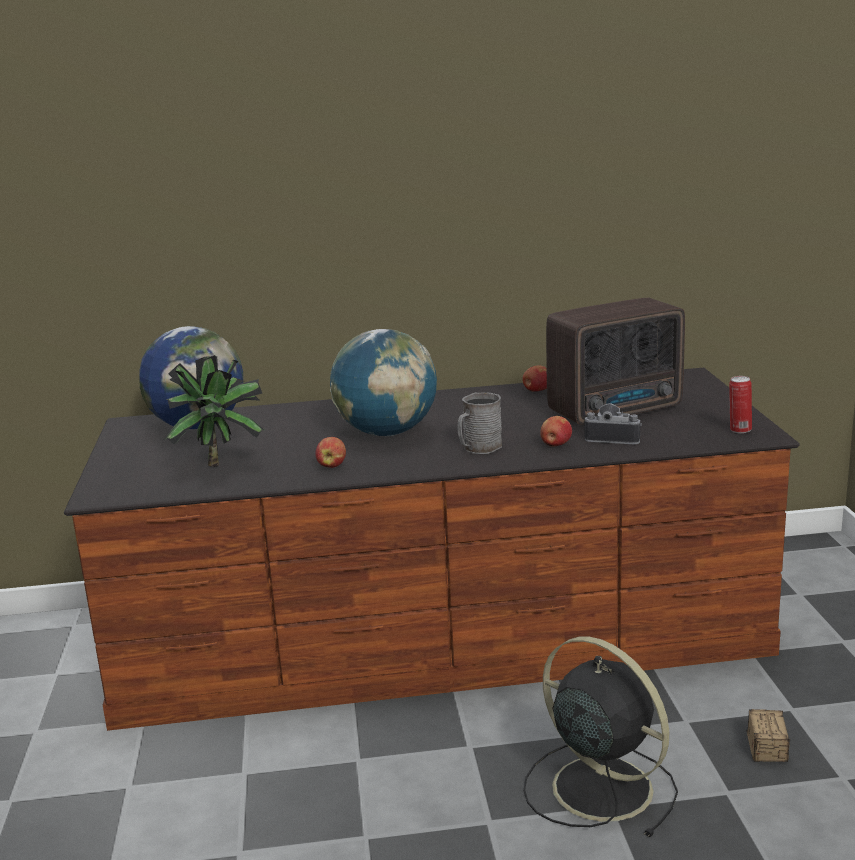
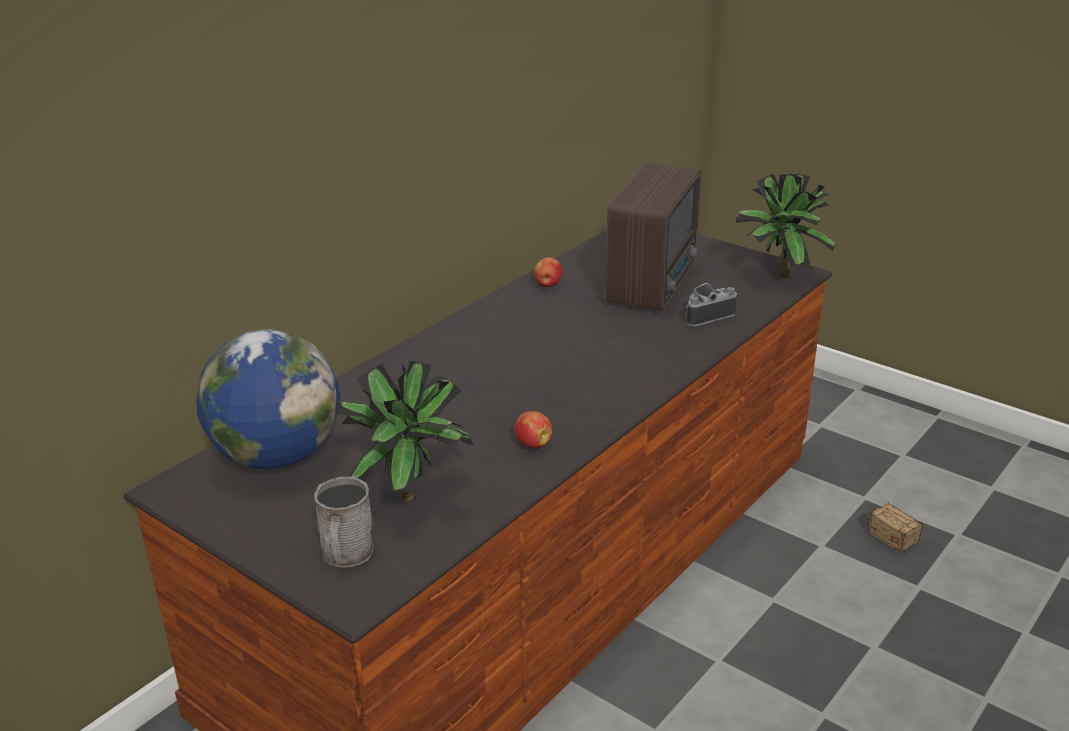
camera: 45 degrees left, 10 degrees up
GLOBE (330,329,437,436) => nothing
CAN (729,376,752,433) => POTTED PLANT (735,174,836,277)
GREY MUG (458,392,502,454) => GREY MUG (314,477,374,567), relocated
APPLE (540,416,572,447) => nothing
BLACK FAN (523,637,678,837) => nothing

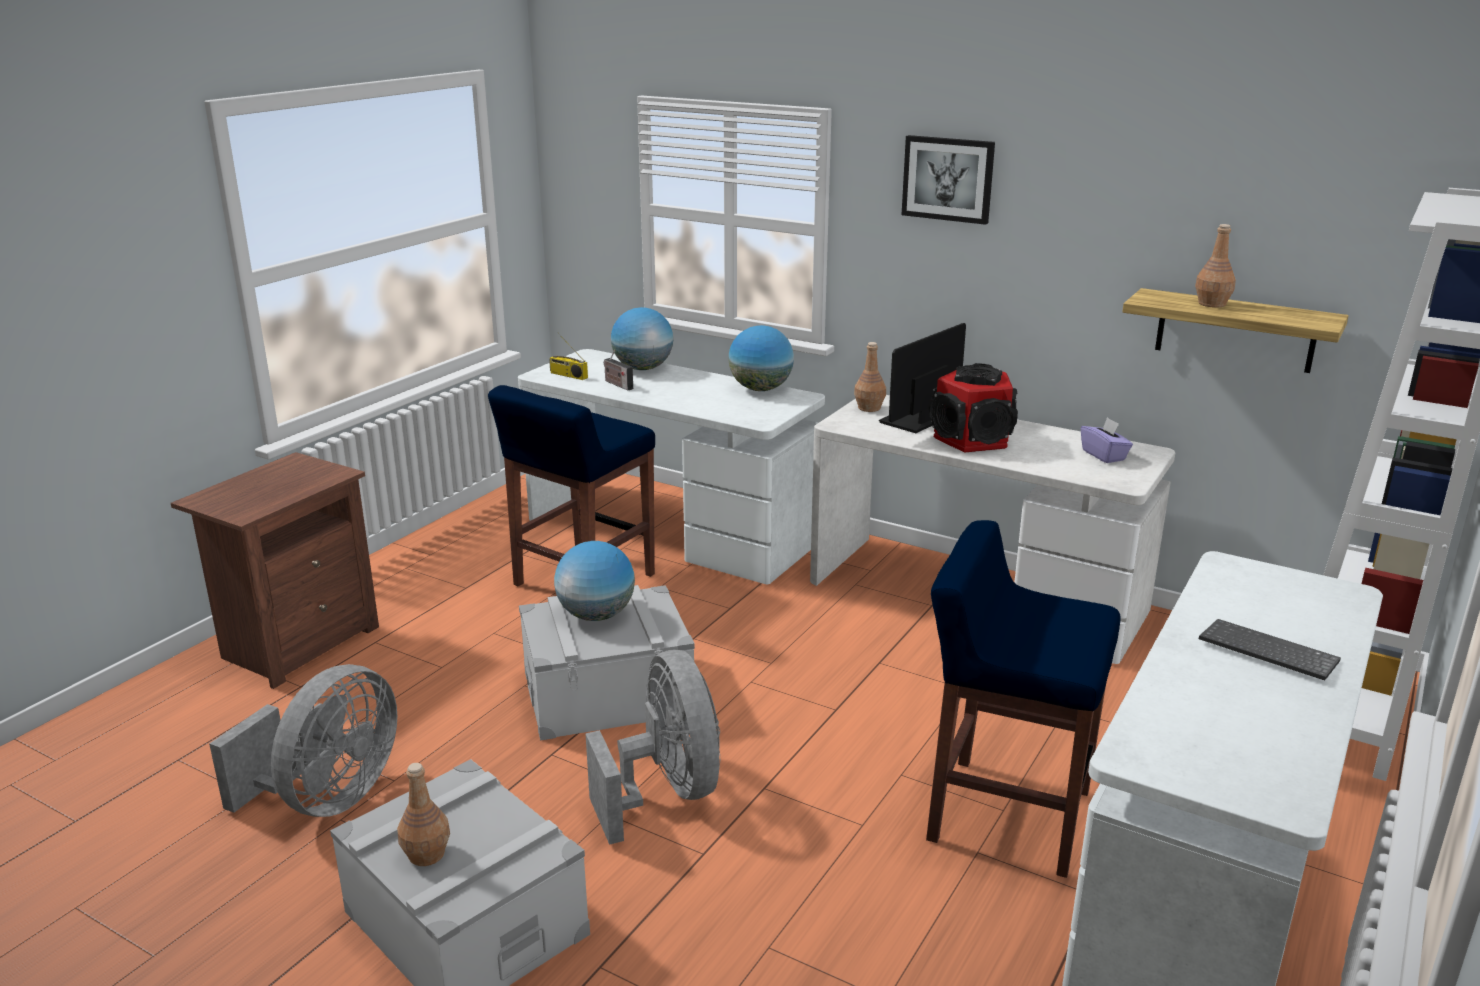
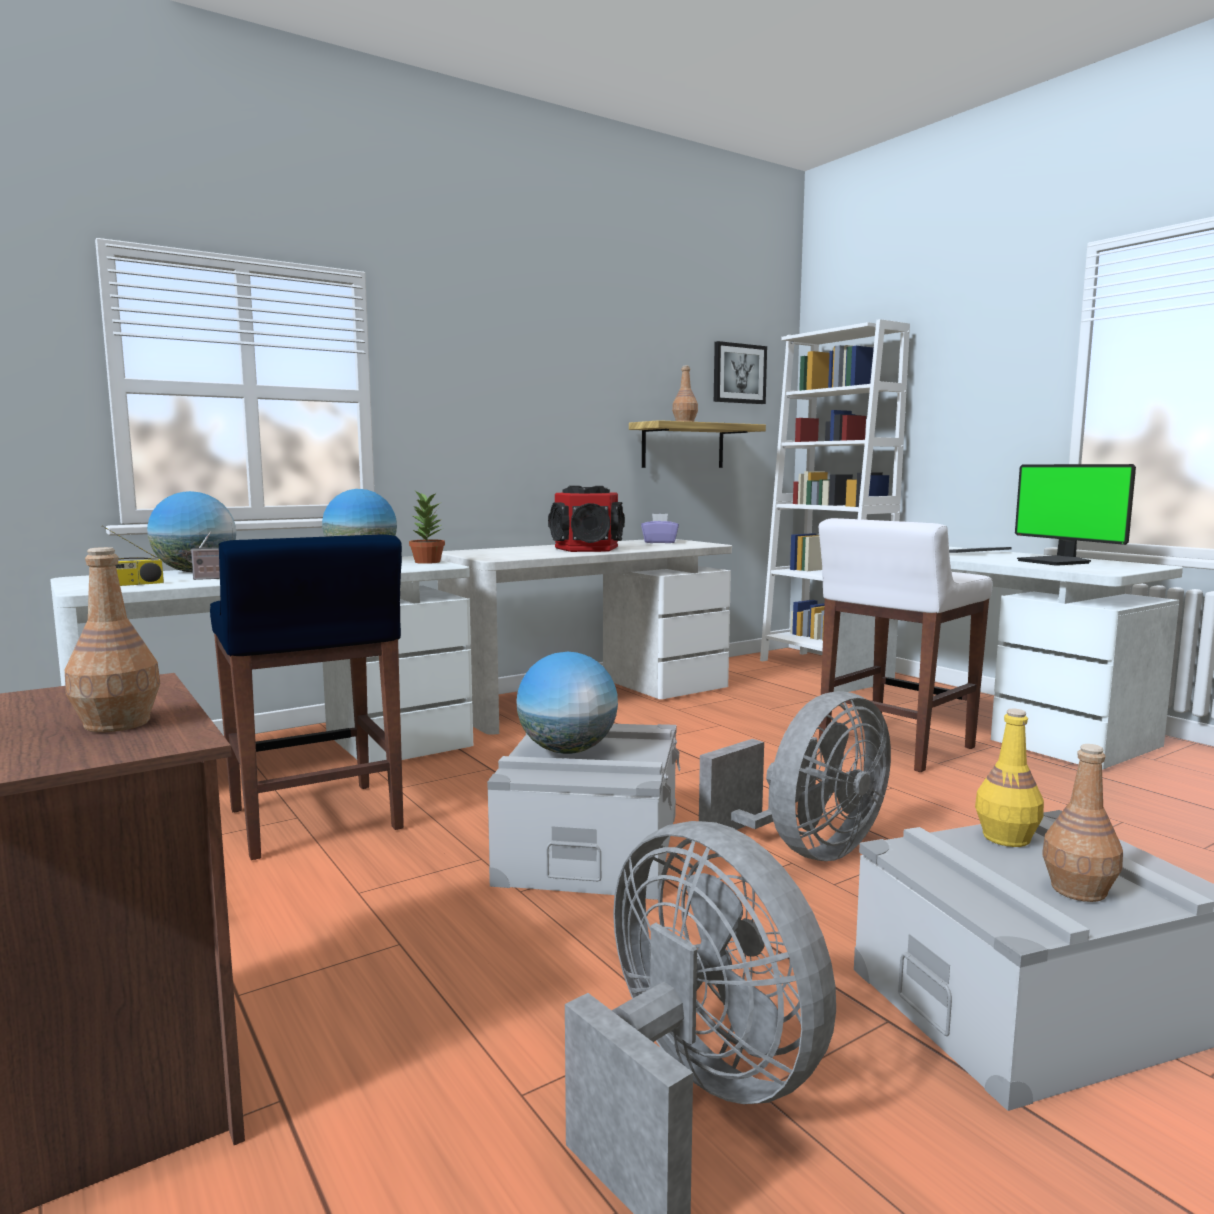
camera: 65 degrees left, 15 degrees down
PICTURE (902,135,995,225) => PICTURE (714,341,767,404), relocated
MONITOR (879,323,966,433) => MONITOR (1015,464,1136,566), relocated
BROWN BOTTLE (854,342,886,412) => BROWN BOTTLE (65,547,160,732), relocated
BLUE STOOL (926,520,1121,878) => WHITE STOOL (819,518,992,772)
GREY FAN (585,650,720,845) => GREY FAN (699,691,891,861), 135 degrees clockwise
nothing => POTTED PLANT (409,491,445,564)
nothing => YELLOW BOTTLE (975,709,1044,847)

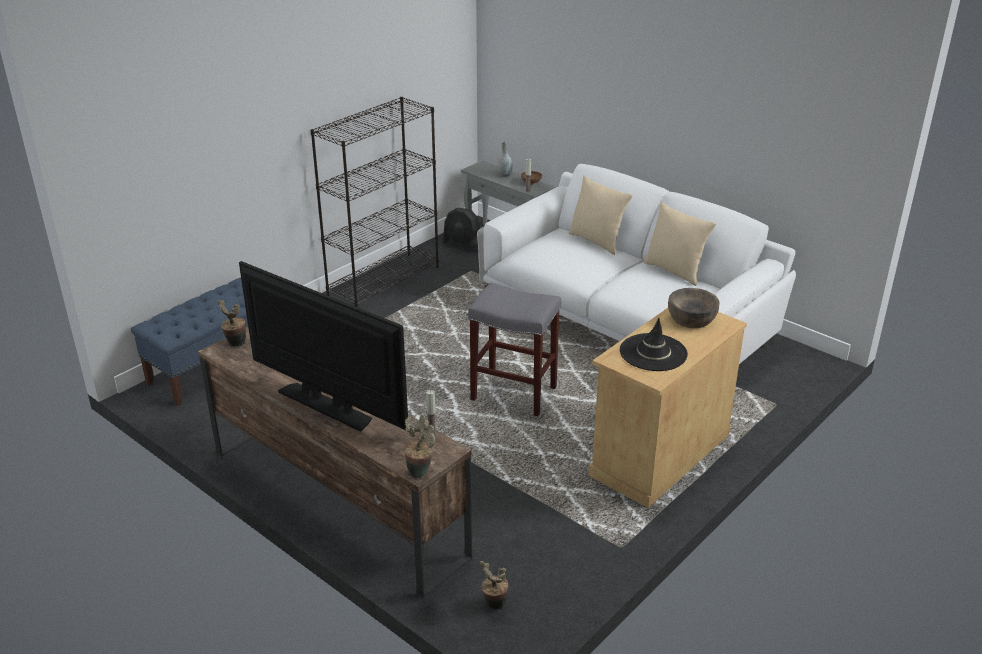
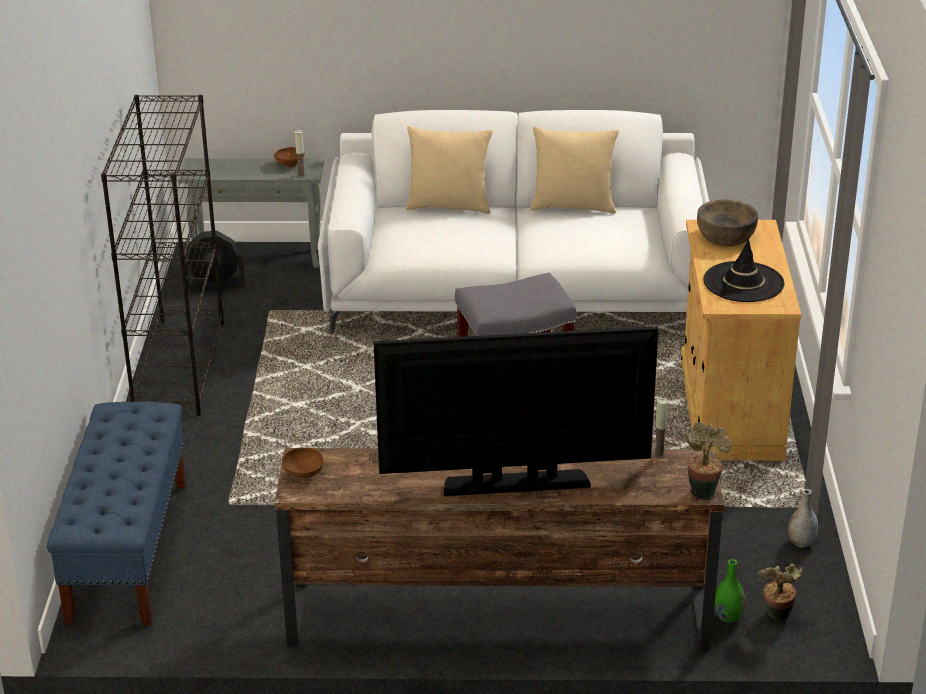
camera: 40 degrees left, 0 degrees up
GREY VASE (497,141,513,177) => GREY VASE (788,489,818,548), relocated
POTTED PLANT (217,300,246,346) => BROWN BOWL (282,447,324,478)
nothing => GREEN VASE (714,559,745,623)

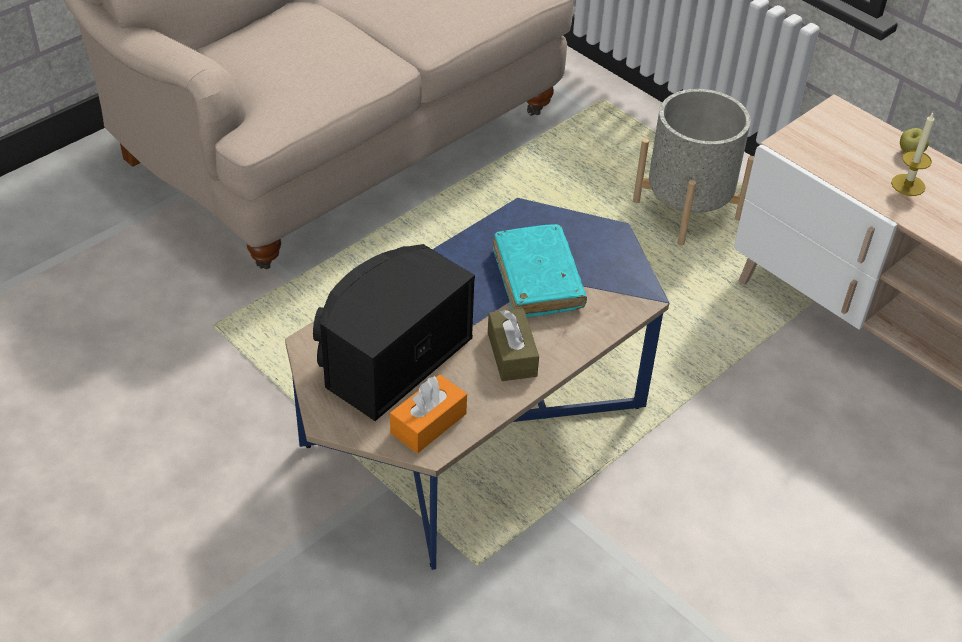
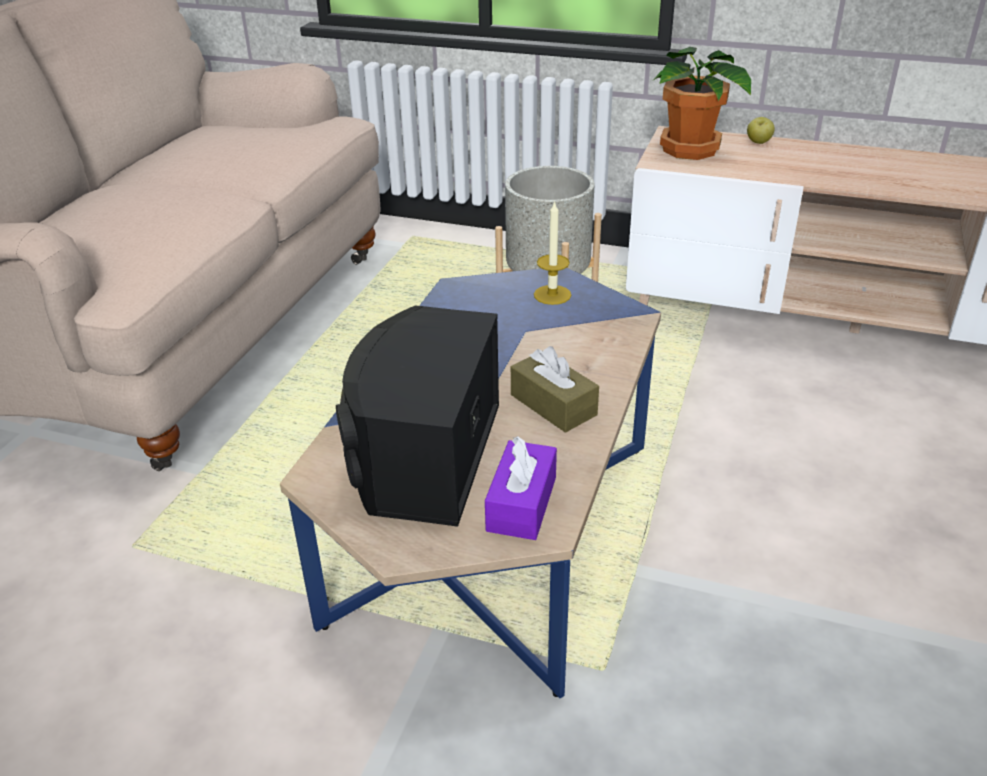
camera: 25 degrees left, 10 degrees down
CANDLE (891,113,934,196) => CANDLE (534,200,571,305), relocated
TURQUOISE BOOK (493,224,587,317) => nothing
ORANGE TISSUE BOX (390,374,467,453) => PURPLE TISSUE BOX (485,436,557,540)
nothing => POTTED PLANT (653,47,751,160)

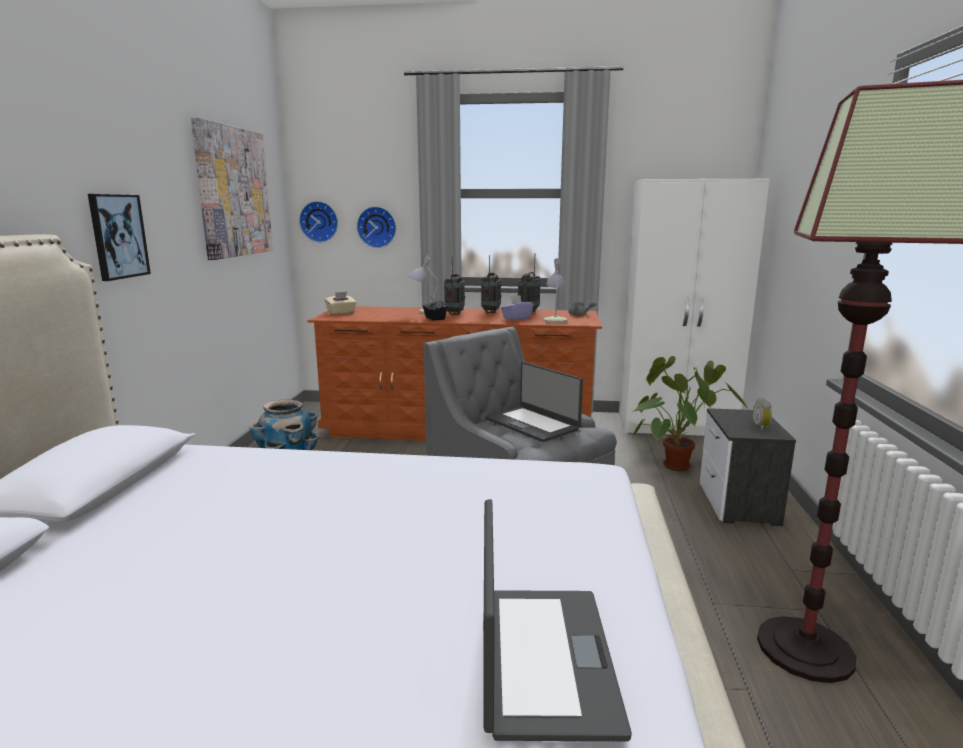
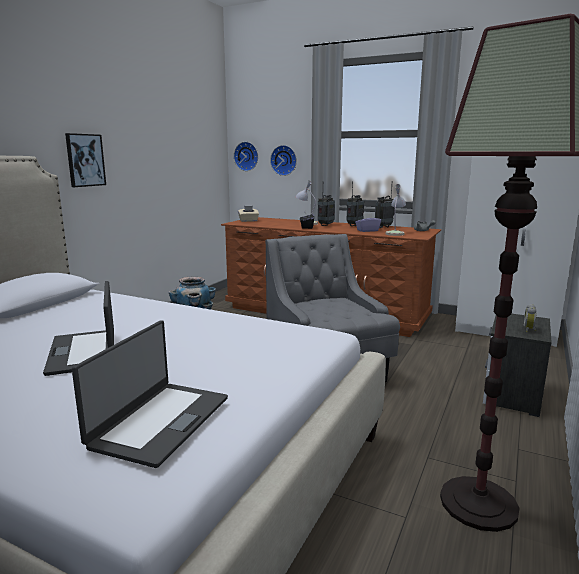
camera: 20 degrees right, 0 degrees up
PICTURE (191,117,273,260) => nothing
POTTED PLANT (631,356,749,471) => nothing
LAPTOP (485,362,583,442) => LAPTOP (43,281,114,376), relocated

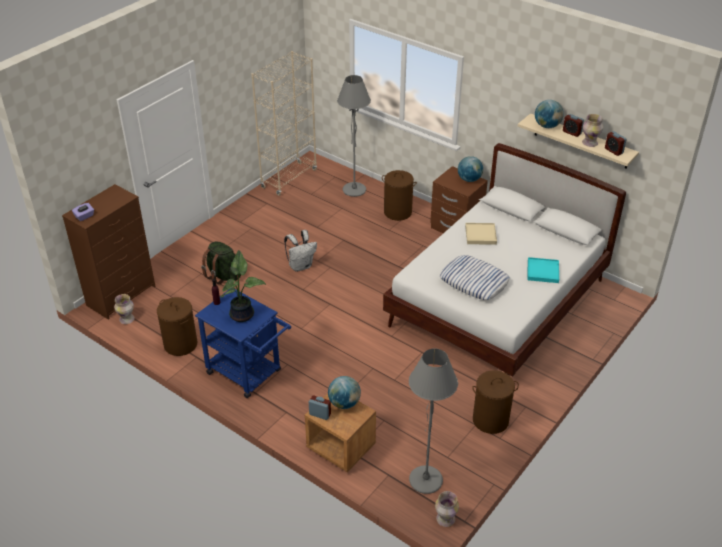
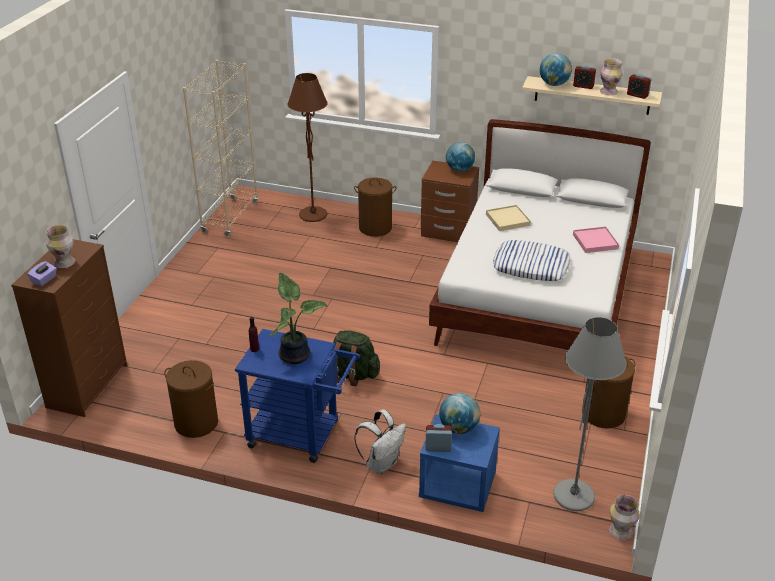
camera: 20 degrees left, 5 degrees down
GREY FLOOR LAMP (337,75,371,197) => BROWN FLOOR LAMP (287,73,328,222)
WHITE BACKPACK (284,230,317,272) => WHITE BACKPACK (354,409,406,474), relocated
GREEN BACKPACK (201,241,241,284) => GREEN BACKPACK (333,330,380,386), relocated
TURQUOISE TRAY (527,257,559,283) => PINK TRAY (573,226,619,253)
VASE (114,294,135,324) => VASE (46,225,75,268), relocated
BROWN NIGHTSTAND (305,393,376,472) => BLUE NIGHTSTAND (419,414,500,512)

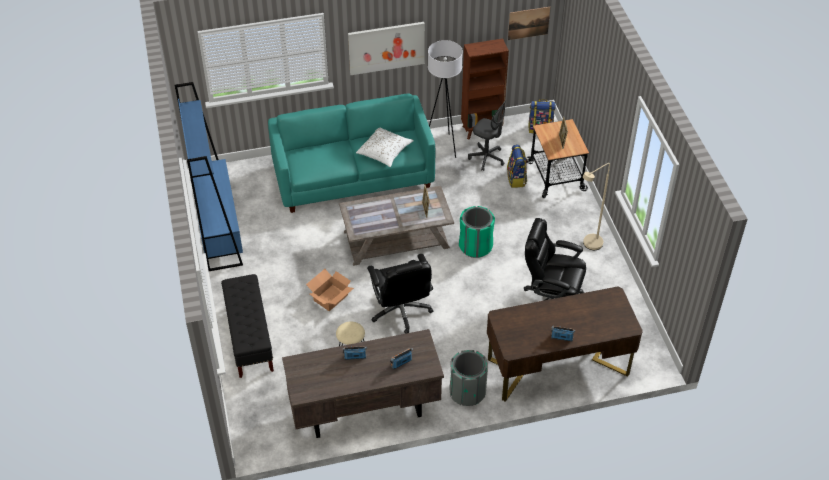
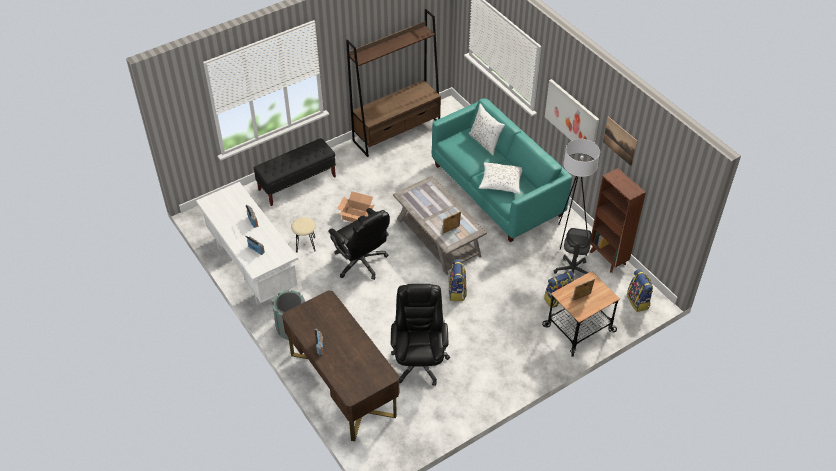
camera: 70 degrees right, 0 degrees up
PICTURE (508,7,550,40) => PICTURE (603,117,637,166), relocated
BLUE BOOKCASE (175,82,243,271) => BROWN BOOKCASE (346,9,441,157)
BEIGE FLOOR LAMP (583,163,610,250) => nothing
GREEN TRASH CAN (459,206,495,258) => BACKPACK (448,259,467,301)
BLACK OFFICE CHAIR (367,254,433,333) => BLACK OFFICE CHAIR (328,208,390,280), 90 degrees counterclockwise
BROWN DESK (282,329,444,438) => WHITE DESK (196,182,298,305)
nothing => WHITE PILLOW (469,104,505,155)

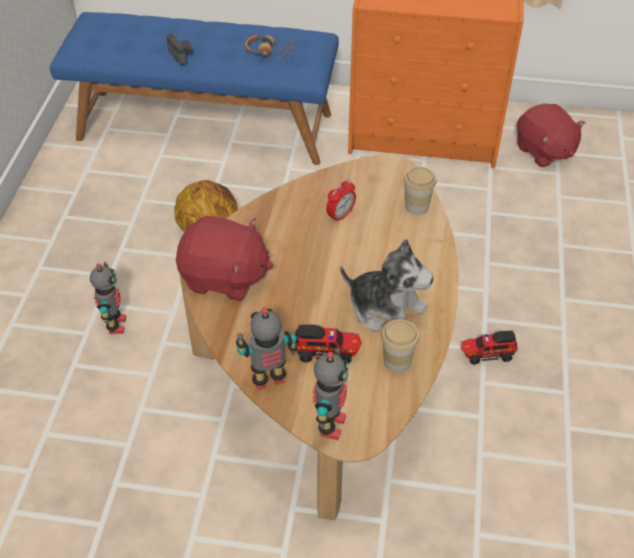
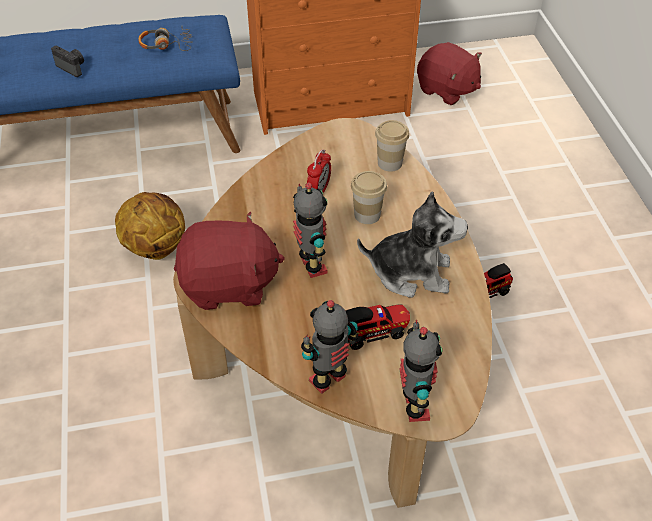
camera: 20 degrees left, 0 degrees up
TOY ROBOT (90,261,126,334) => TOY ROBOT (293,183,328,278), relocated
CUP (381,319,419,373) => CUP (351,171,387,224), relocated

